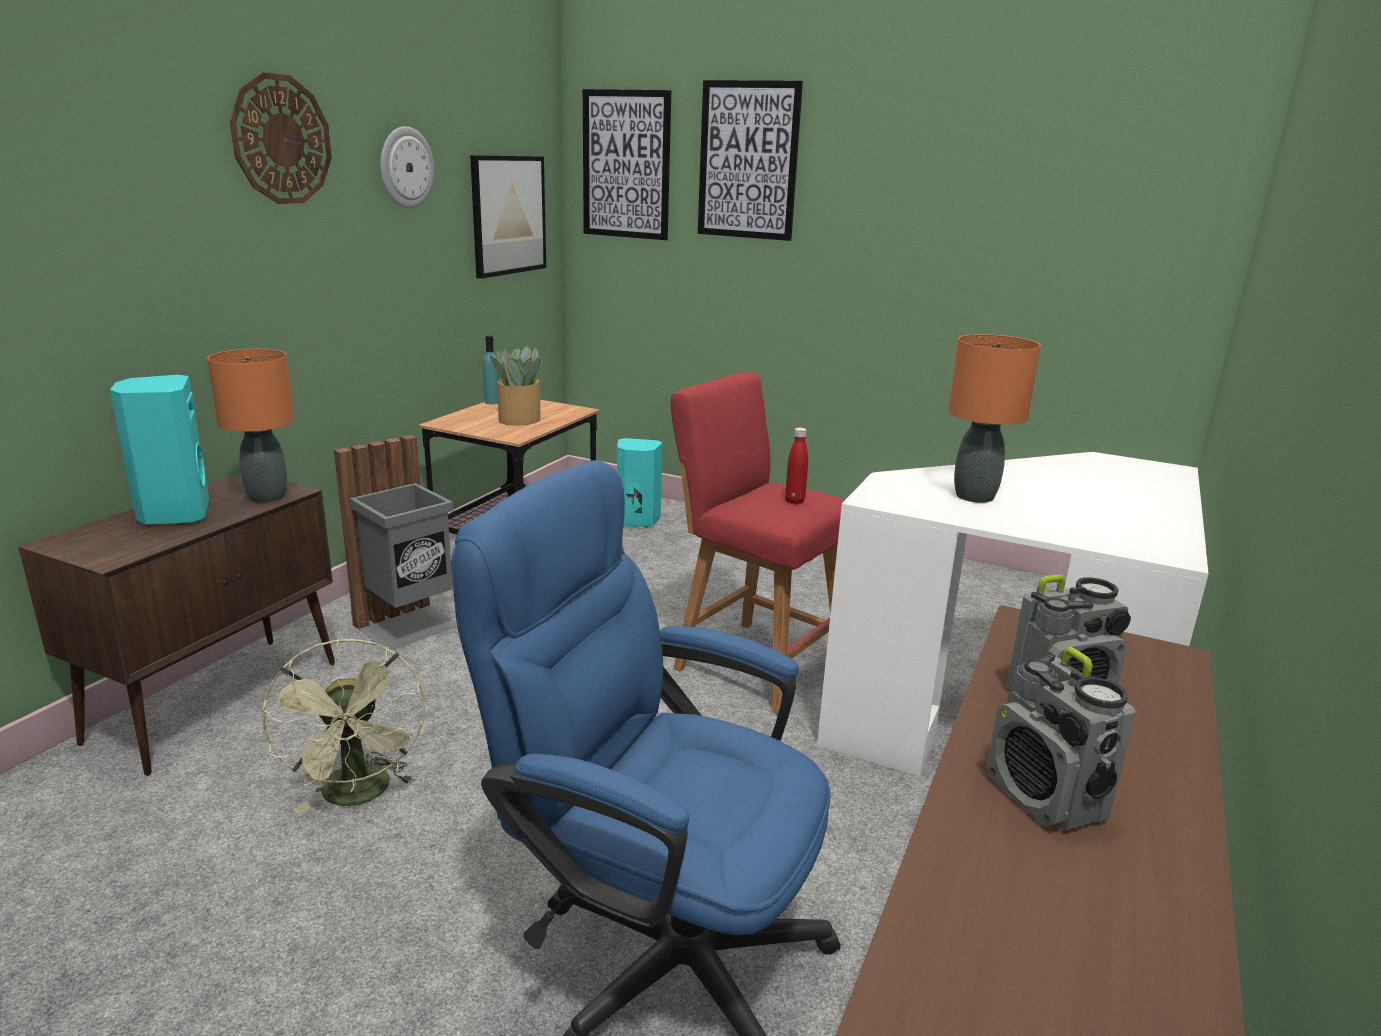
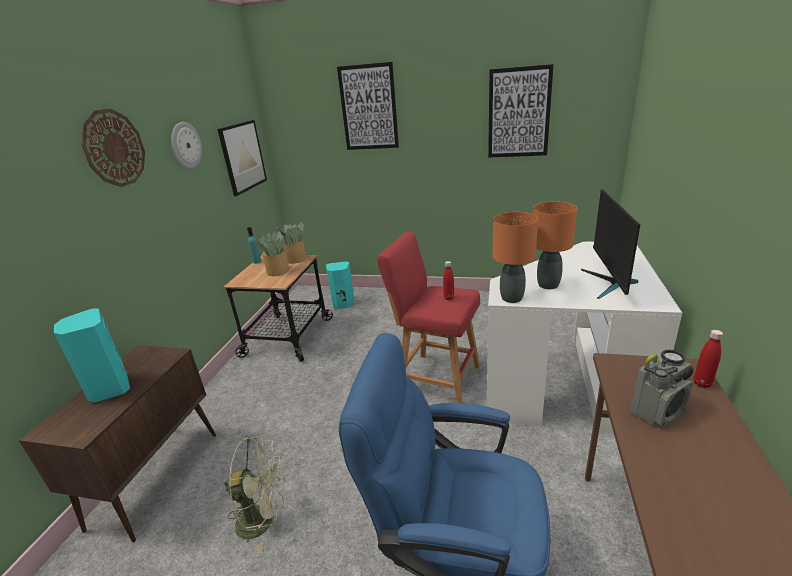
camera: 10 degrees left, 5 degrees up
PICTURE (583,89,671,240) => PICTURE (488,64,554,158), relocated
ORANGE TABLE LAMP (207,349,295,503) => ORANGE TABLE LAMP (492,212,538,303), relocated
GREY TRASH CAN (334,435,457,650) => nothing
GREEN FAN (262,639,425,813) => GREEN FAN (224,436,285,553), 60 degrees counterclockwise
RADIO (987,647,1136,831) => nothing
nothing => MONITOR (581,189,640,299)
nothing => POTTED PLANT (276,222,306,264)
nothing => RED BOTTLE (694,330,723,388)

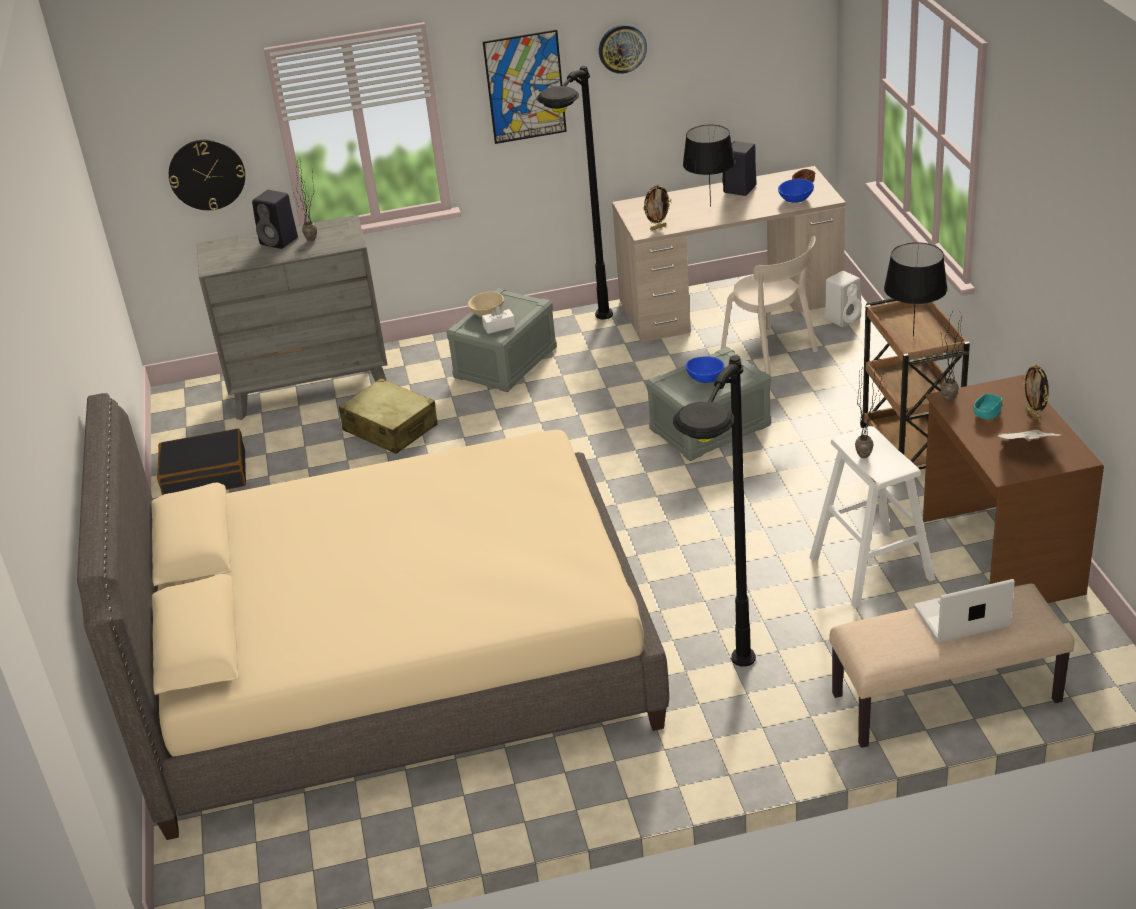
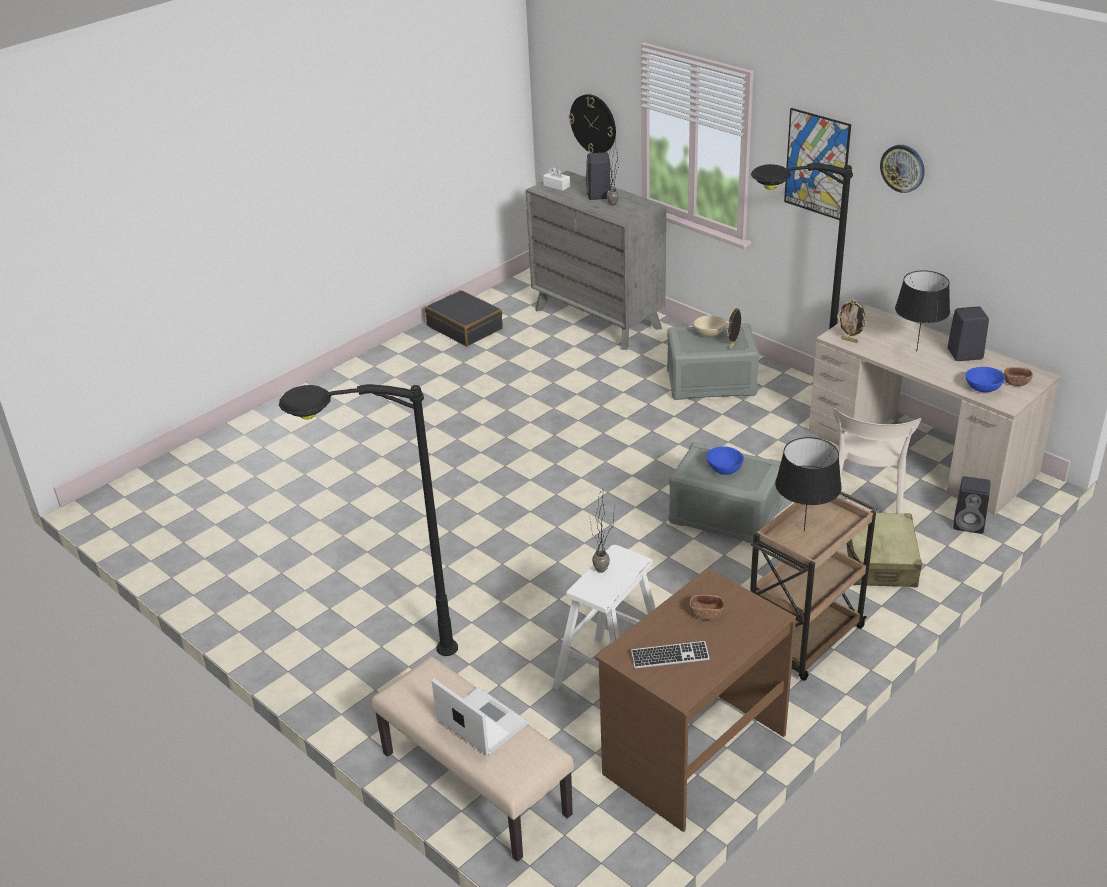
camera: 55 degrees right, 0 degrees up
WHITE SPEAKER (825,271,862,327) => BLACK SPEAKER (953,476,991,534)
WHITE TISSUE BOX (482,306,516,334) => WHITE TISSUE BOX (543,167,570,191), relocated
POTTED PLANT (940,309,962,401) => nothing
PICTURE FRAME (1022,364,1049,421) => PICTURE FRAME (727,307,741,348), relocated
BEIGE SUITCASE (339,378,438,454) => BEIGE SUITCASE (847,513,922,587), relocated
BEIGE BED (77,393,669,840) => nothing
TURQUOISE BOWL (973,394,1002,419) => BROWN BOWL (689,595,724,620)
NEWSPAPER (999,430,1060,441) => KEYBOARD (631,641,710,668)

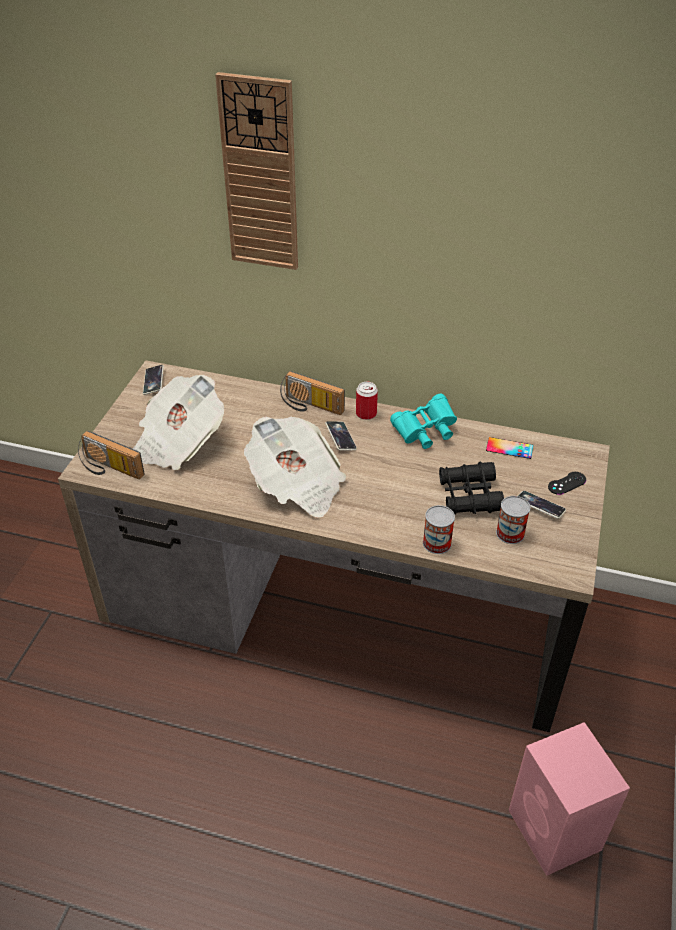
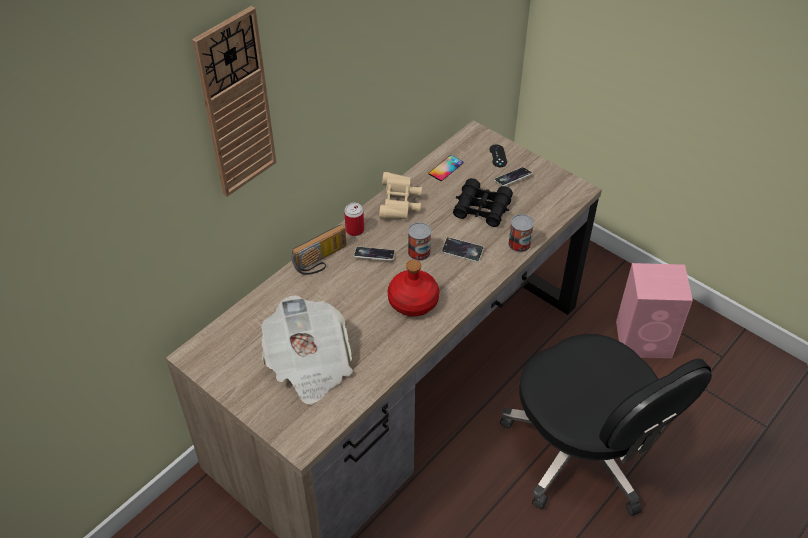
camera: 65 degrees left, 5 degrees up
PHONE (143,365,164,395) => PHONE (442,237,484,262), relocated
TURQUOISE BINOCULARS (390,394,457,449) => BEIGE BINOCULARS (379,172,422,220)
NEWSPAPER (244,416,346,518) => RED BOTTLE (387,260,439,316)
RADIO (78,431,145,479) => nothing
CAN (496,496,530,544) => CAN (408,222,431,261), relocated
nothing => BLACK OFFICE CHAIR (500,334,712,516)

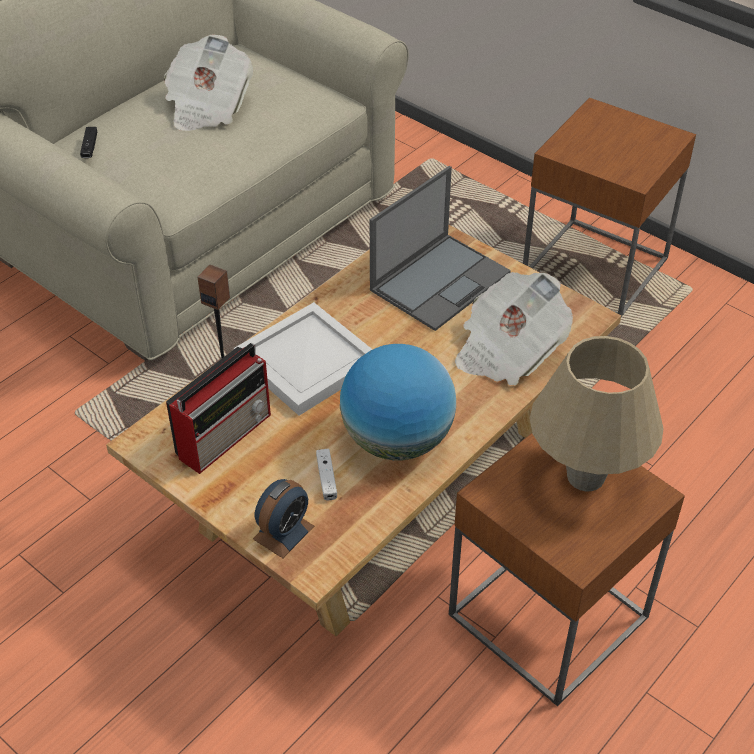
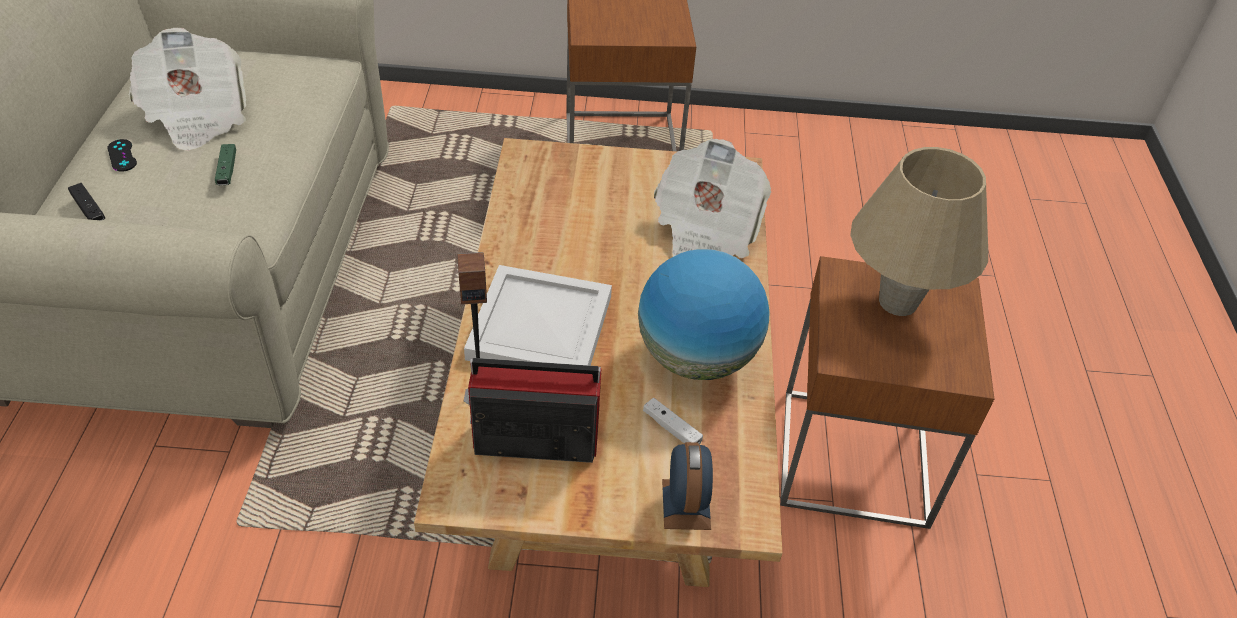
camera: 40 degrees left, 0 degrees up
LAPTOP (370,166,511,331) => nothing
RADIO (166,343,271,474) => RADIO (464,358,601,463), 90 degrees counterclockwise
nothing => BLACK GAME CONTROLLER (107,139,137,172)
nothing => GREEN GAME CONTROLLER (215,144,236,185)

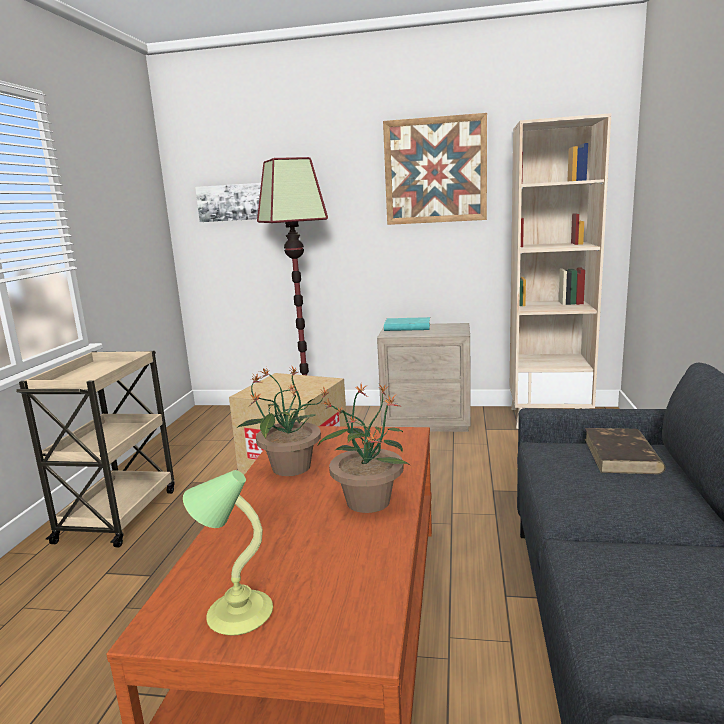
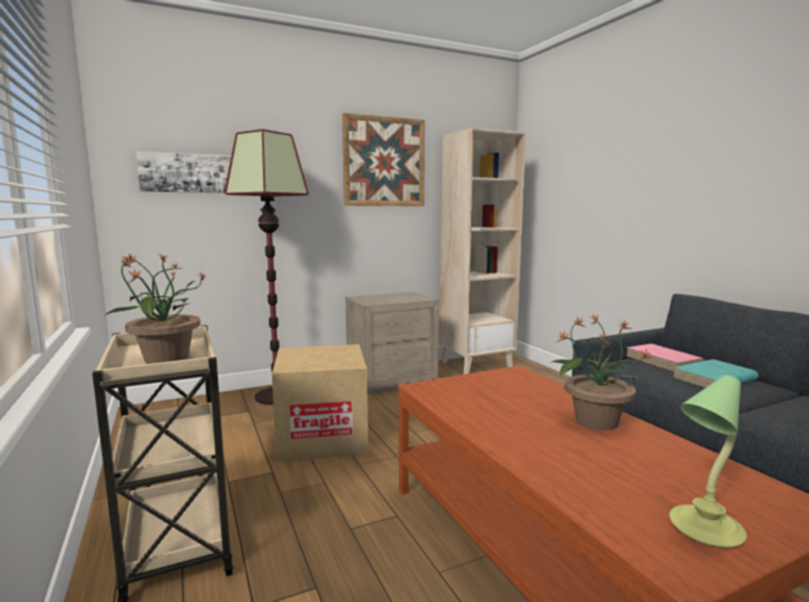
camera: 35 degrees left, 5 degrees down
TURQUOISE BOOK (384,317,430,331) => TURQUOISE BOOK (673,359,759,388), relocated
POTTED PLANT (237,366,328,476) => POTTED PLANT (104,253,206,364), relocated
BROWN BOOK (585,428,666,474) => PINK BOOK (626,344,706,372)

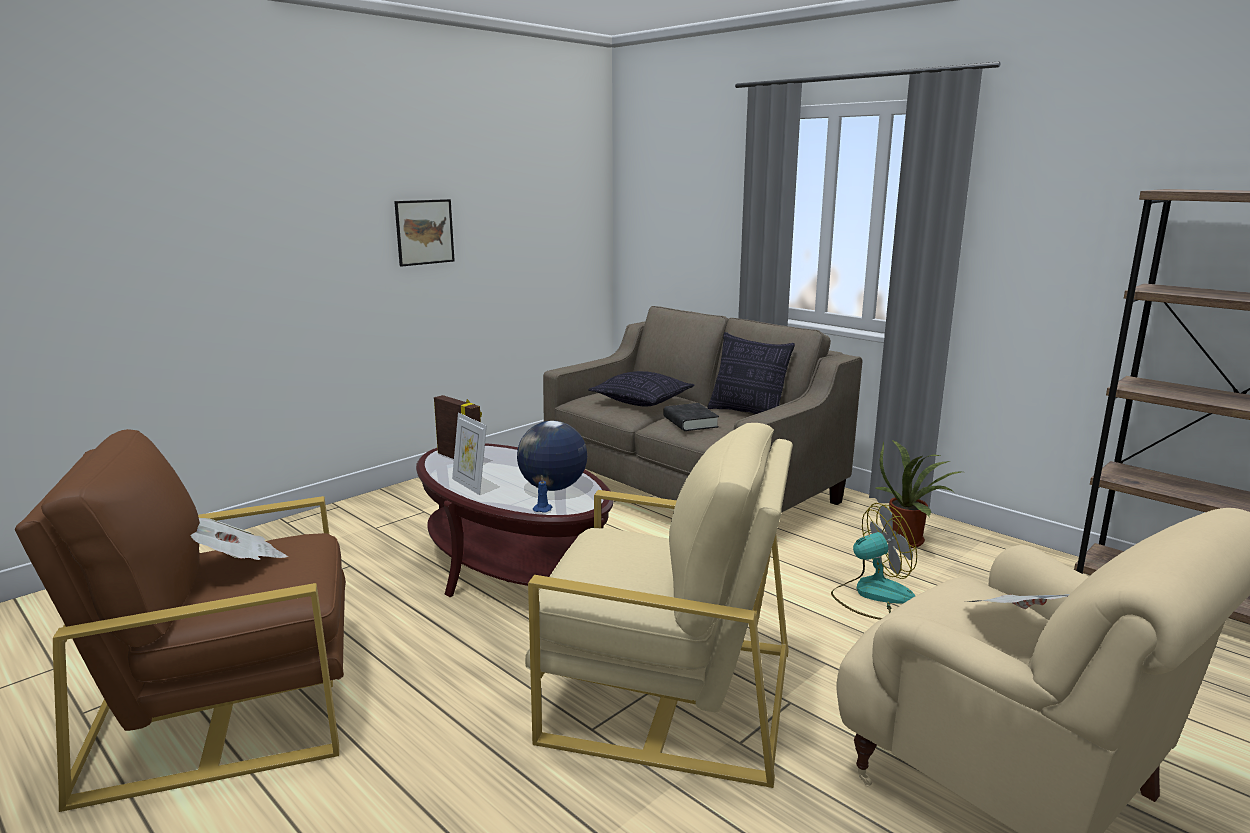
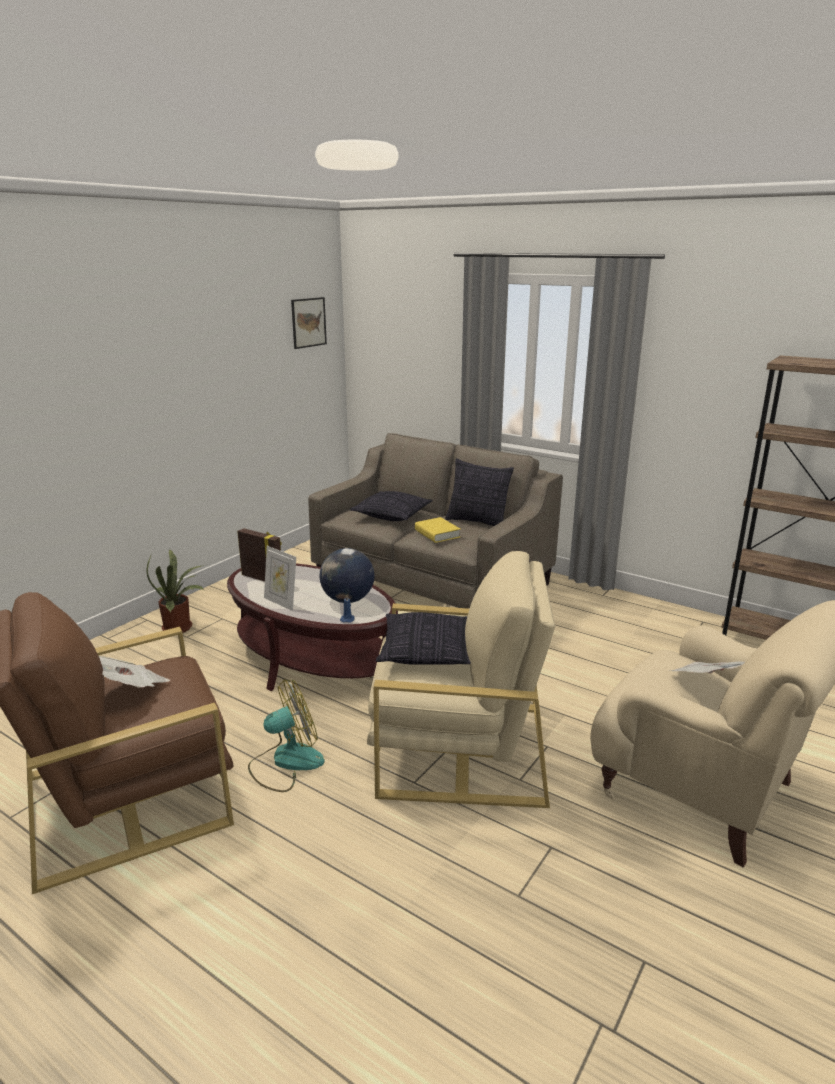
camera: 10 degrees left, 5 degrees up
PICTURE (394,199,455,267) => PICTURE (291,297,327,349), relocated
BLACK BOOK (663,403,719,431) => YELLOW BOOK (415,517,461,543)
POTTED PLANT (875,440,961,548) => POTTED PLANT (147,549,204,633), relocated
FAN (831,503,917,620) => FAN (248,679,325,792), relocated
nothing => PILLOW (376,612,471,665)

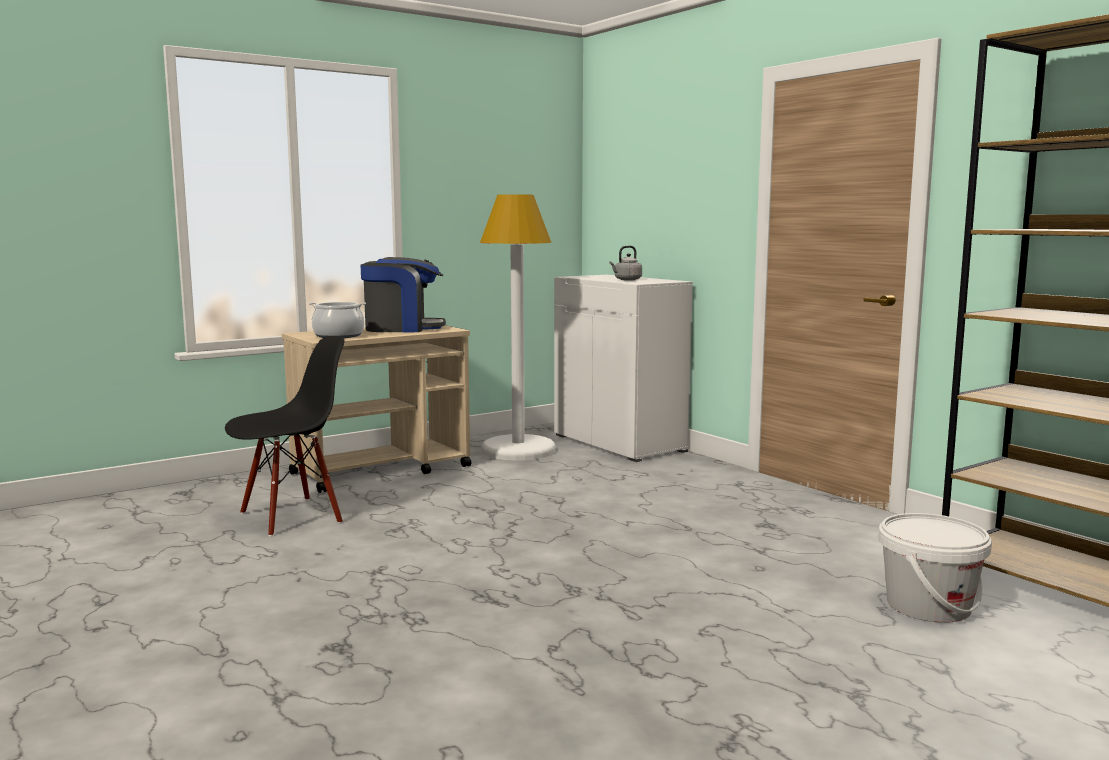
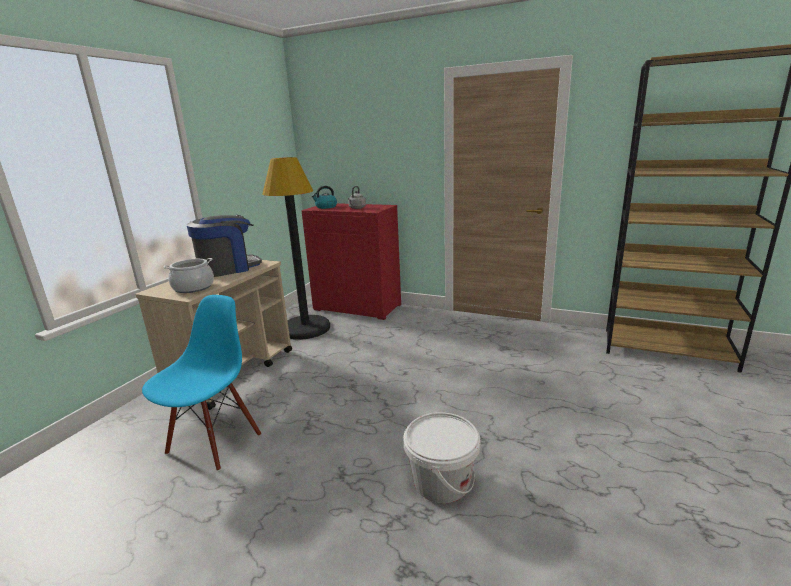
camera: 30 degrees left, 10 degrees up
WHITE FLOOR LAMP (480,194,556,461) => BLACK FLOOR LAMP (262,157,330,340)
WHITE CABINET (554,275,693,462) => RED CABINET (302,203,401,320)
BLACK CHAIR (225,336,345,537) => BLUE CHAIR (142,295,261,471)
WHITE BUCKET (878,513,992,623) => WHITE BUCKET (403,412,480,503), relocated
nothing => KETTLE (311,186,337,209)

